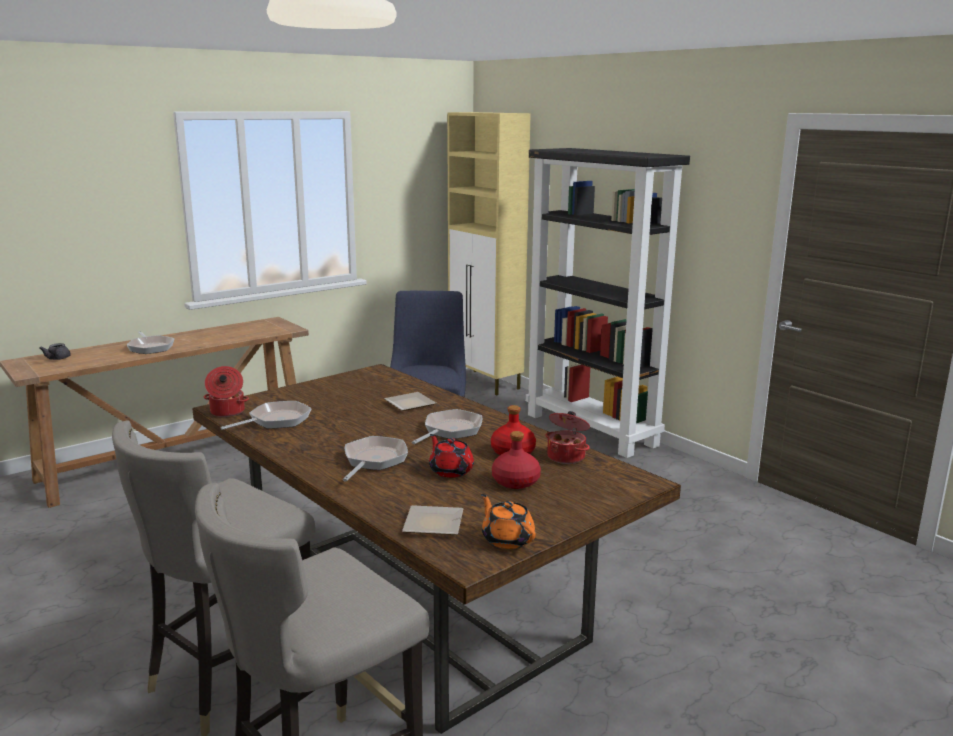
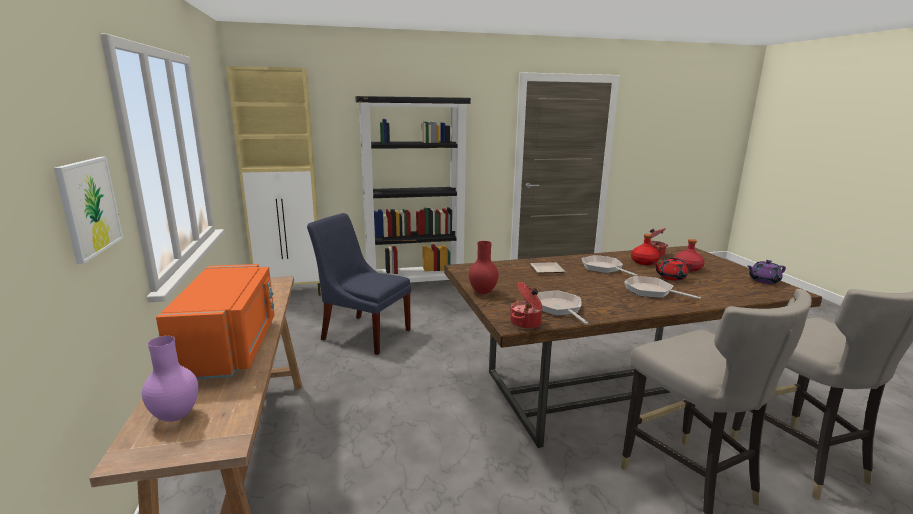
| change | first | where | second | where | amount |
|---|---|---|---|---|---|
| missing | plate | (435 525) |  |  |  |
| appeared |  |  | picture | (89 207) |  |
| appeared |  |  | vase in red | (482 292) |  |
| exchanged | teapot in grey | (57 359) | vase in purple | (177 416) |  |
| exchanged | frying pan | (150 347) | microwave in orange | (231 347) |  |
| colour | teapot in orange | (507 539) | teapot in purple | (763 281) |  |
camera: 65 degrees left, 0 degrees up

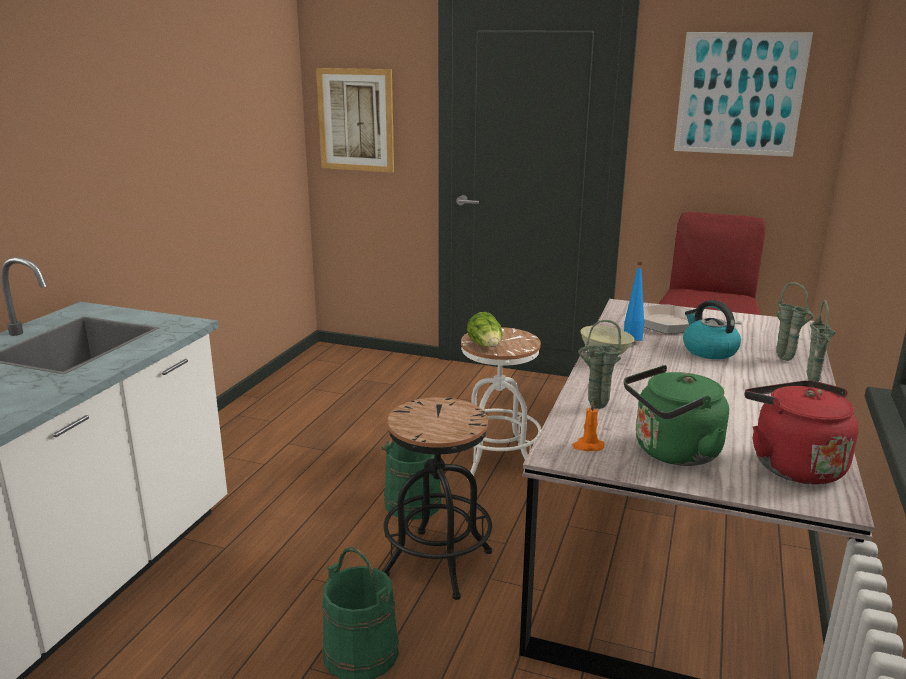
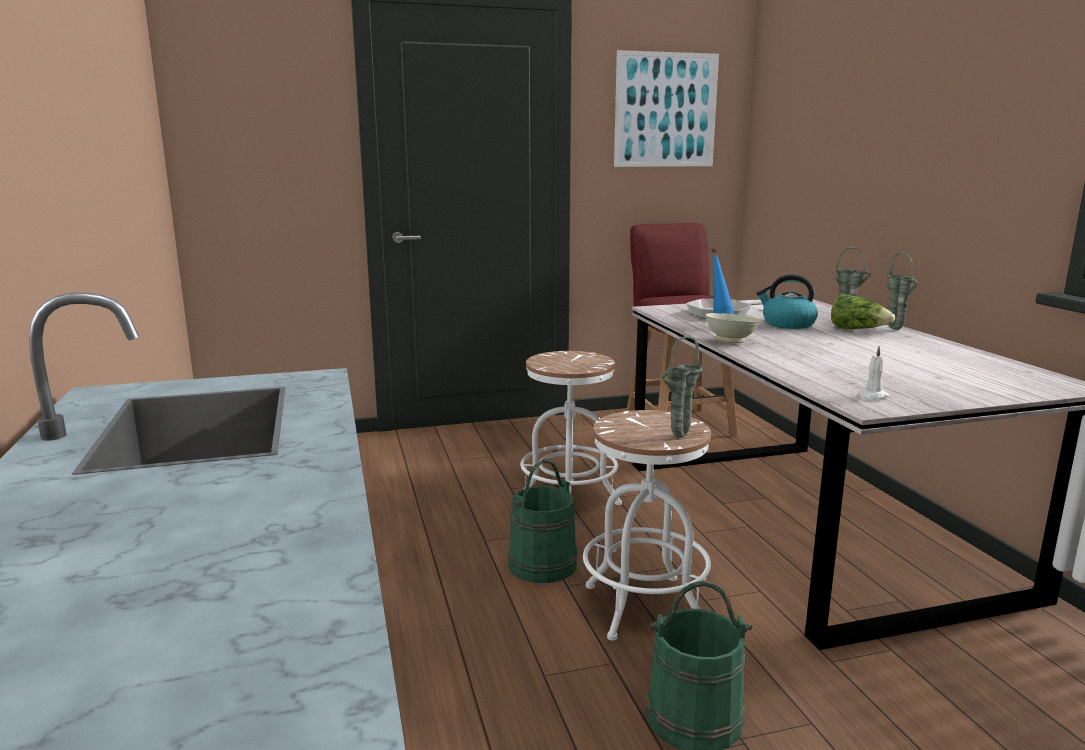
| change | first | where | second | where | amount |
|---|---|---|---|---|---|
| missing | picture | (356 120) |  |  |  |
| missing | kettle in green | (672 452) |  |  |  |
| missing | kettle in red | (792 465) |  |  |  |
| relocated | lettuce | (486 346) |  | (858 330) |  |
| relocated | vase in green | (595 408) |  | (678 437) |  |
| colour | stool in black | (437 563) | stool in white | (644 607) |  |
| colour | candle in orange | (587 446) | candle in white | (872 396) |  |
camera: 35 degrees left, 5 degrees down

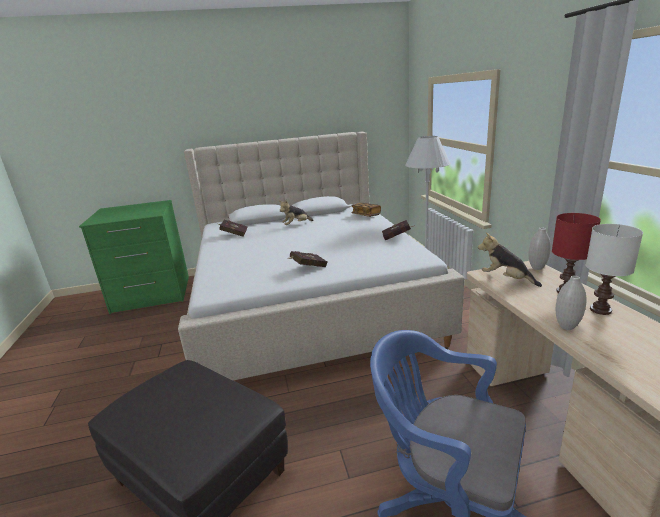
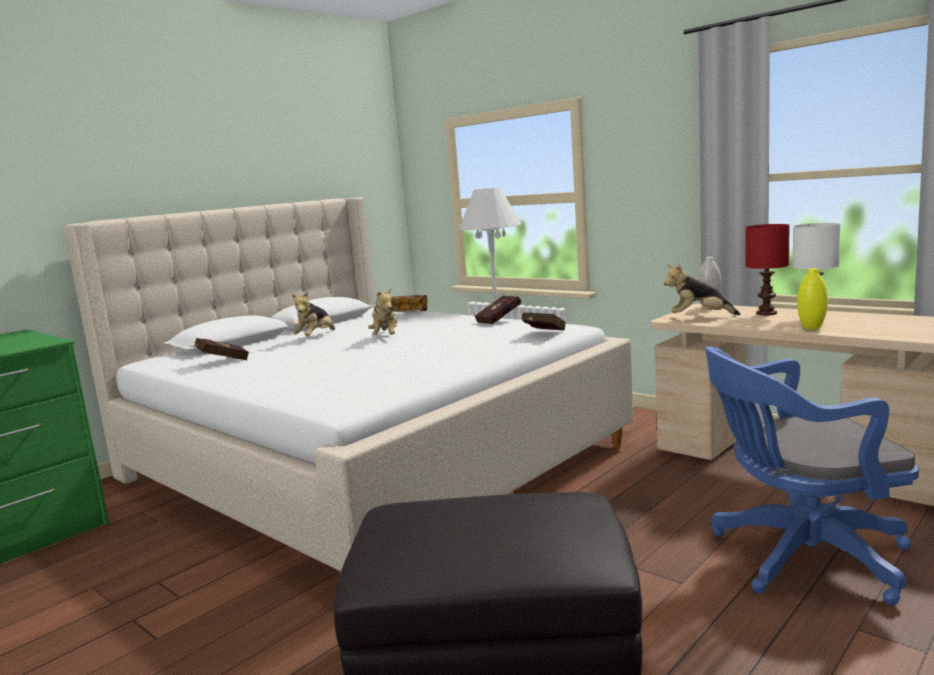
| change | first | where | second | where | amount |
|---|---|---|---|---|---|
| appeared |  |  | plush toy | (386 337) |  |
| relocated | book in red | (307 268) |  | (543 335) |  |
| colour | vase in white | (566 326) | vase in yellow | (811 328) |  |
camera: 35 degrees left, 10 degrees down

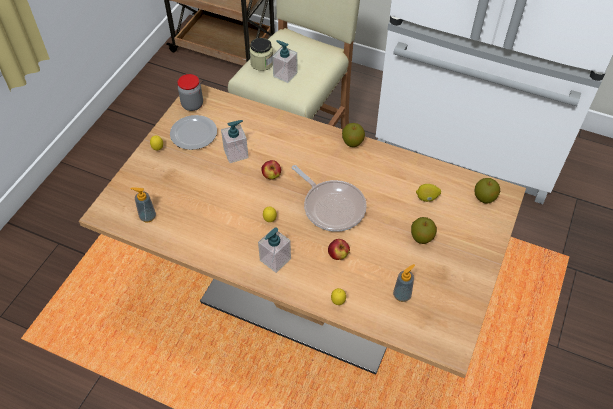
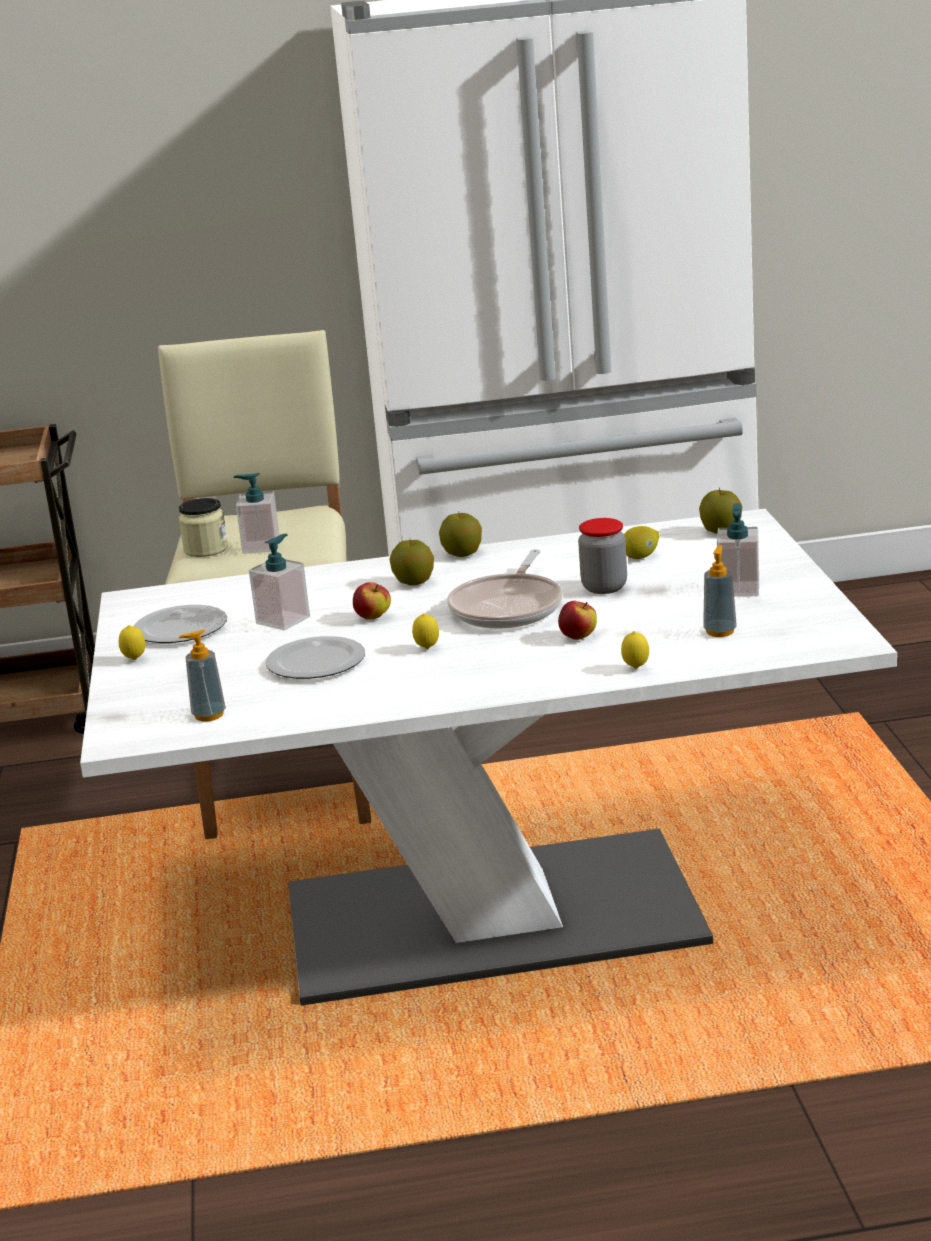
| change | first | where | second | where | amount |
|---|---|---|---|---|---|
| appeared |  |  | plate | (315 662) |  |
| relocated | jar | (192 105) |  | (604 587) |  |
| relocated | soap dispenser | (275 260) |  | (739 589) |  |
| relocated | apple | (421 237) |  | (414 583) |  |
| colour | dining table in brown | (306 296) | dining table in white | (492 917) |  |
| spun | frying pan | (332 206) |  | (509 607) | 90 degrees clockwise |
camera: 30 degrees left, 30 degrees down

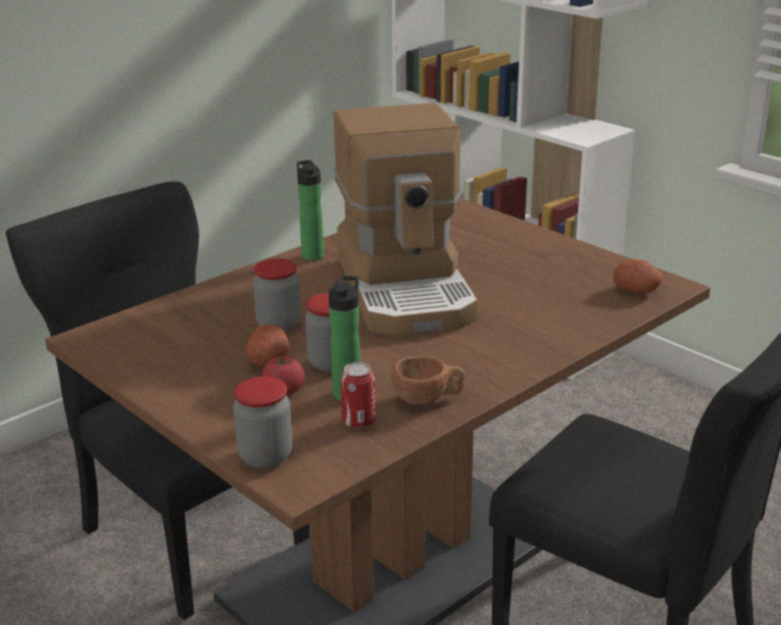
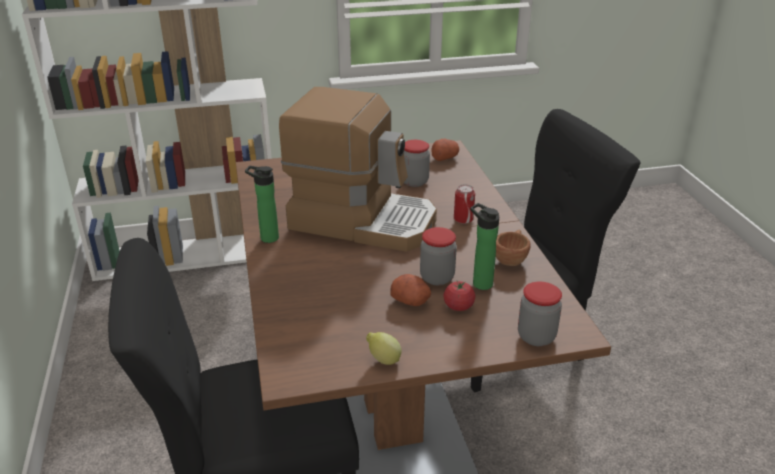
| change | first | where | second | where | amount |
|---|---|---|---|---|---|
| appeared |  |  | lemon | (383 360) |  |
| relocated | jar | (279 325) |  | (414 182) |  |
| relocated | can | (359 421) |  | (463 220) |  |
camera: 60 degrees left, 5 degrees up

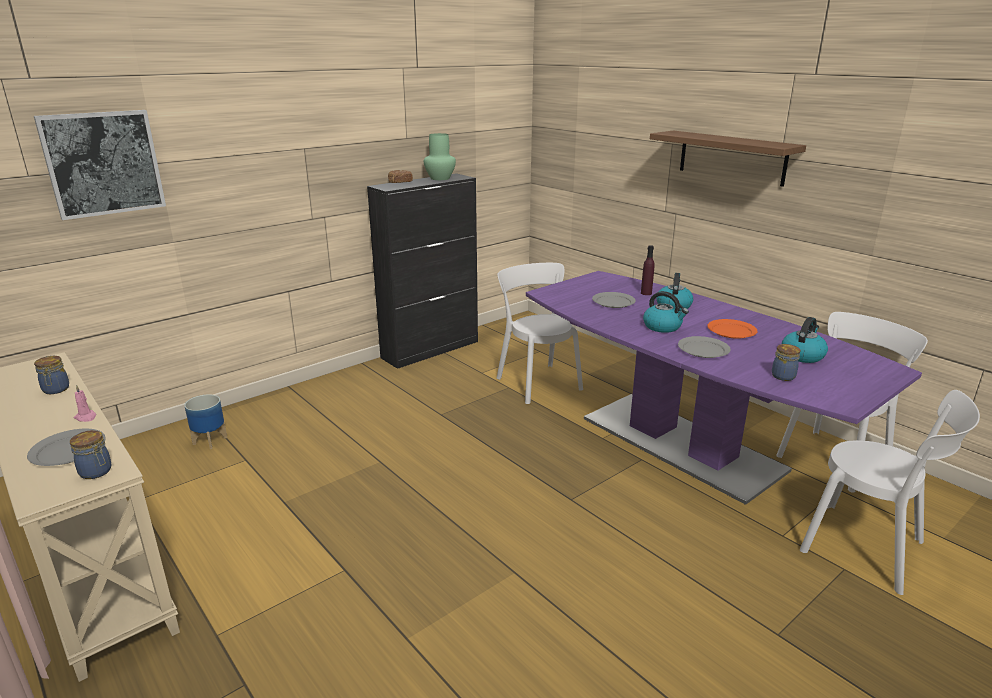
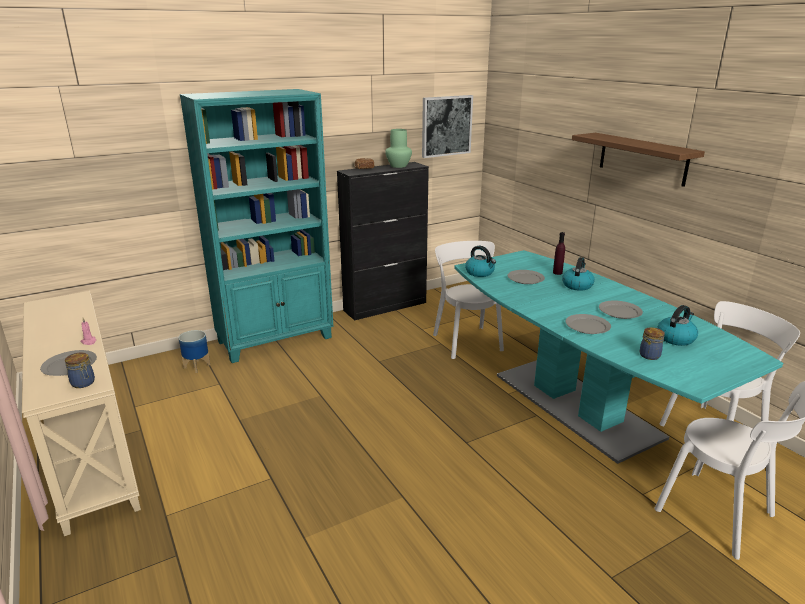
| change | first | where | second | where | amount |
|---|---|---|---|---|---|
| missing | jar | (56 390) |  |  |  |
| appeared |  |  | bookcase in turquoise | (276 340) |  |
| relocated | picture | (103 163) |  | (446 126) |  |
| relocated | kettle | (663 327) |  | (480 273) |  |
| colour | dining table in purple | (681 444) | dining table in turquoise | (576 405) |  |
| colour | plate in orange | (731 331) | plate in grey | (619 312) |  |
camera: 10 degrees right, 0 degrees up

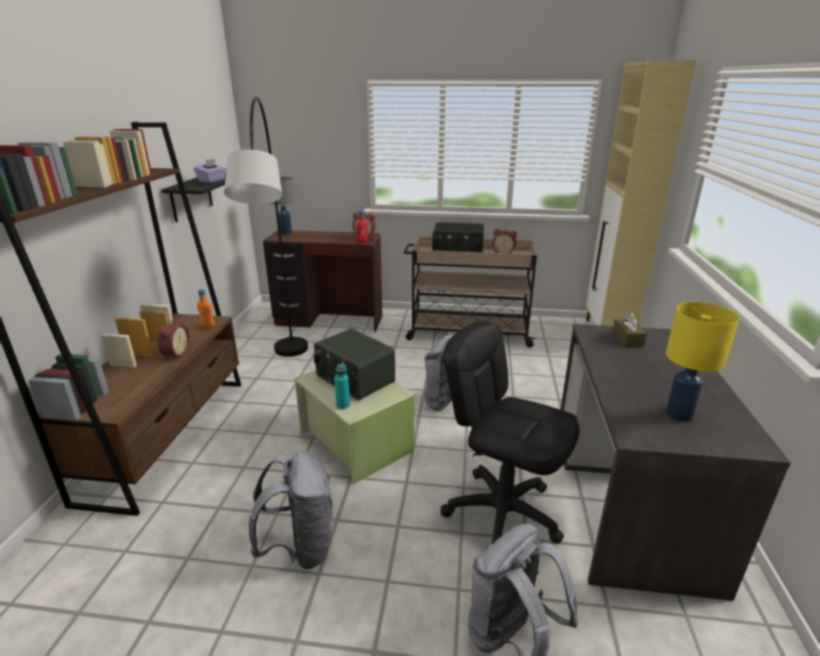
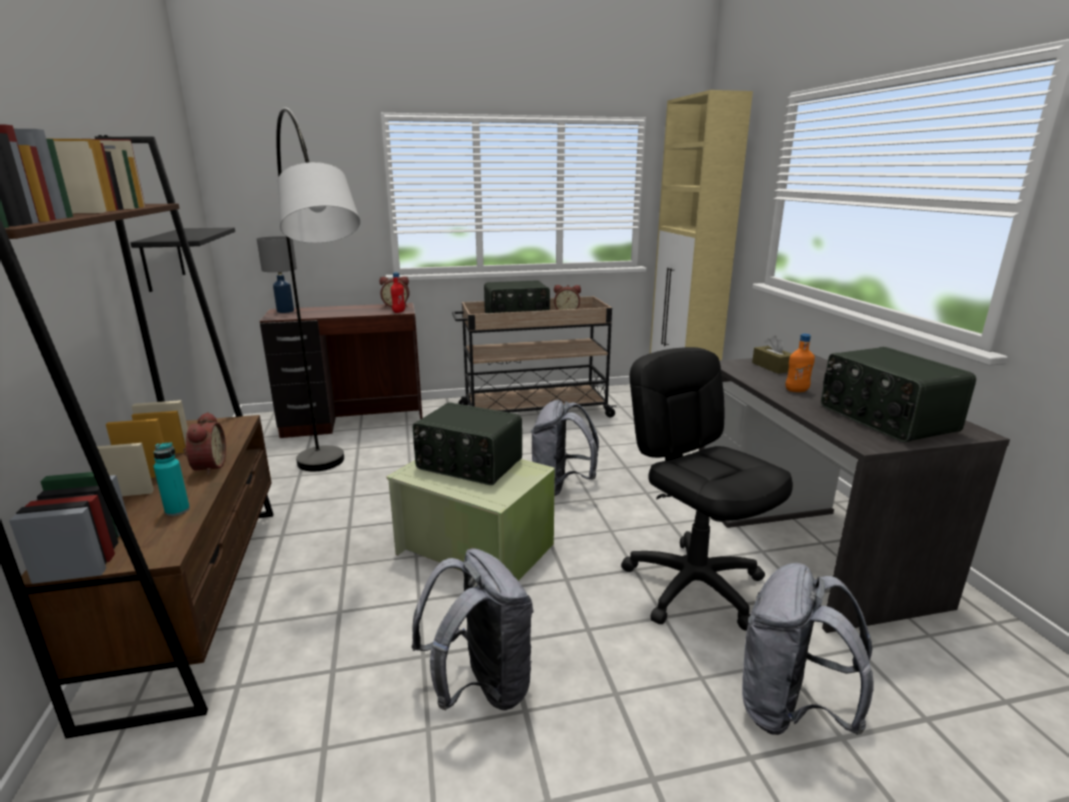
| change | first | where | second | where | amount |
|---|---|---|---|---|---|
| missing | tissue box in purple | (212 181) |  |  |  |
| relocated | bottle in orange | (208 326) |  | (796 390) |  |
| relocated | bottle in turquoise | (343 405) |  | (177 510) |  |
| exchanged | table lamp in yellow | (680 414) | radio | (885 419) |  |
| spun | office chair in black | (502 513) |  | (694 586) | 45 degrees clockwise |
camera: 20 degrees left, 5 degrees down

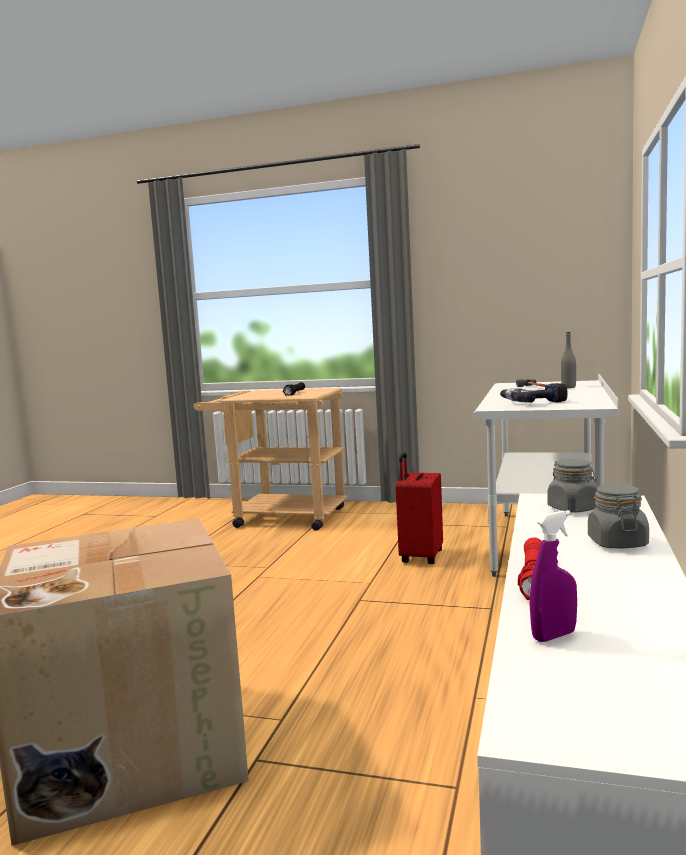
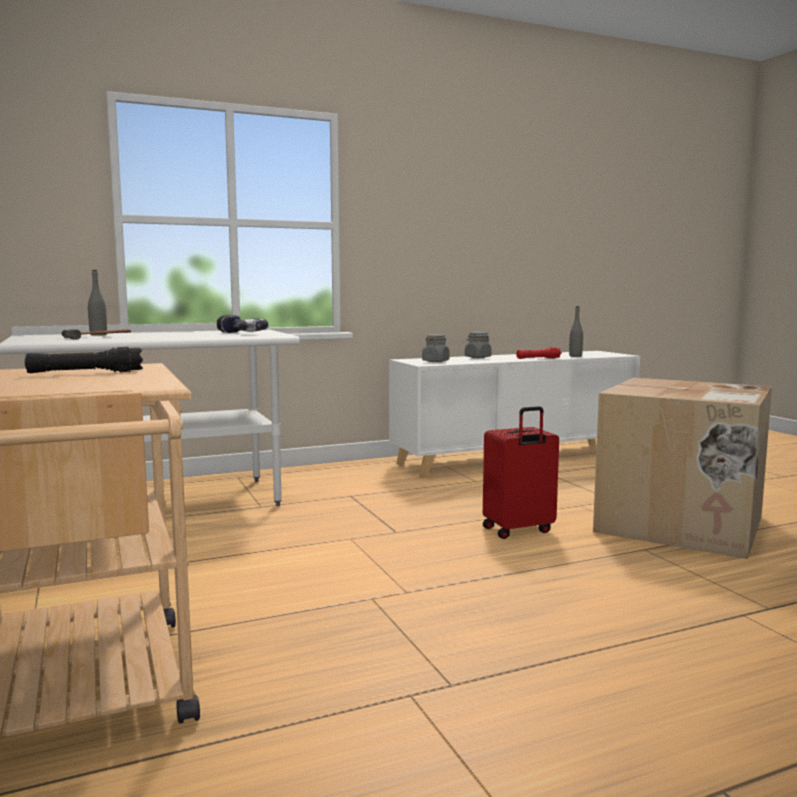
| change | first | where | second | where | amount |
|---|---|---|---|---|---|
| relocated | suitcase in red | (420 557) |  | (518 530) |  |
| exchanged | spray bottle in purple | (554 636) | bottle in grey | (575 356) |  |
camera: 130 degrees left, 0 degrees up

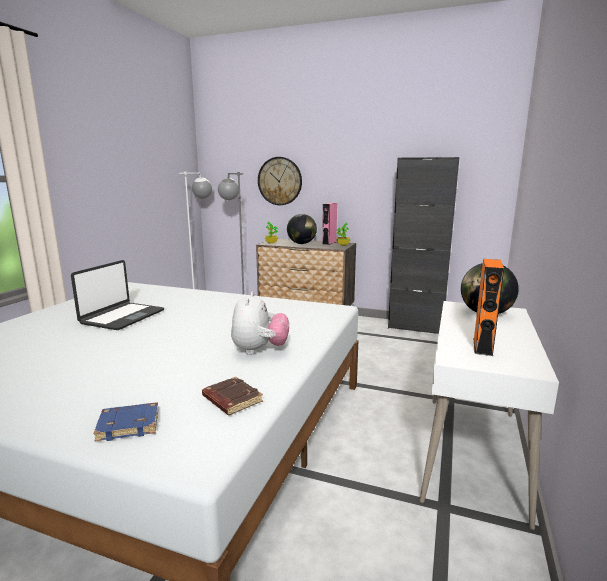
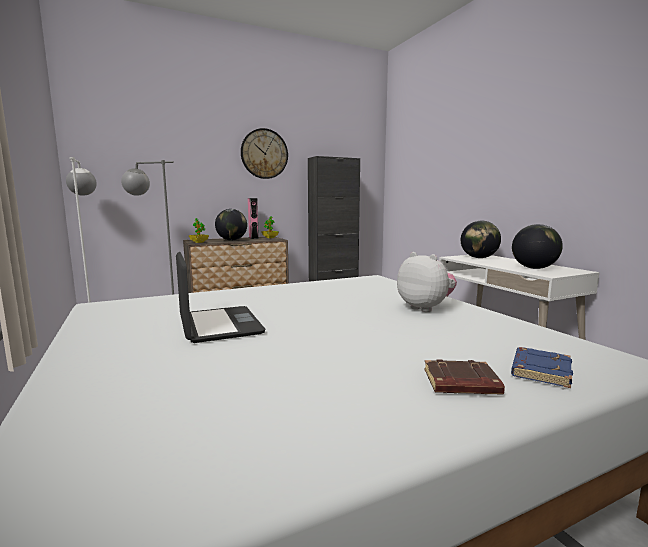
| change | first | where | second | where | amount |
|---|---|---|---|---|---|
| relocated | book in brown | (231 400) |  | (460 384) |  |
| relocated | wall clock | (280 181) |  | (264 154) |  |
| exchanged | speaker in orange | (482 346) | globe | (534 268) |  |
camera: 45 degrees left, 5 degrees down

